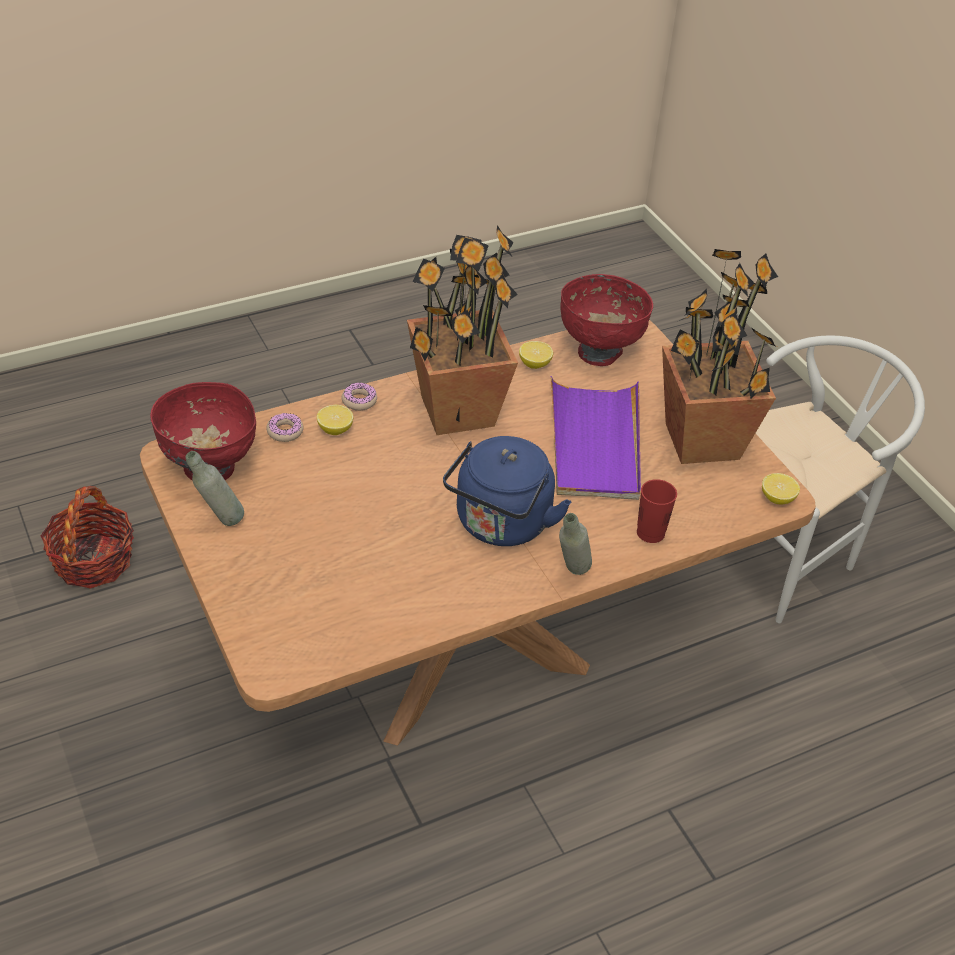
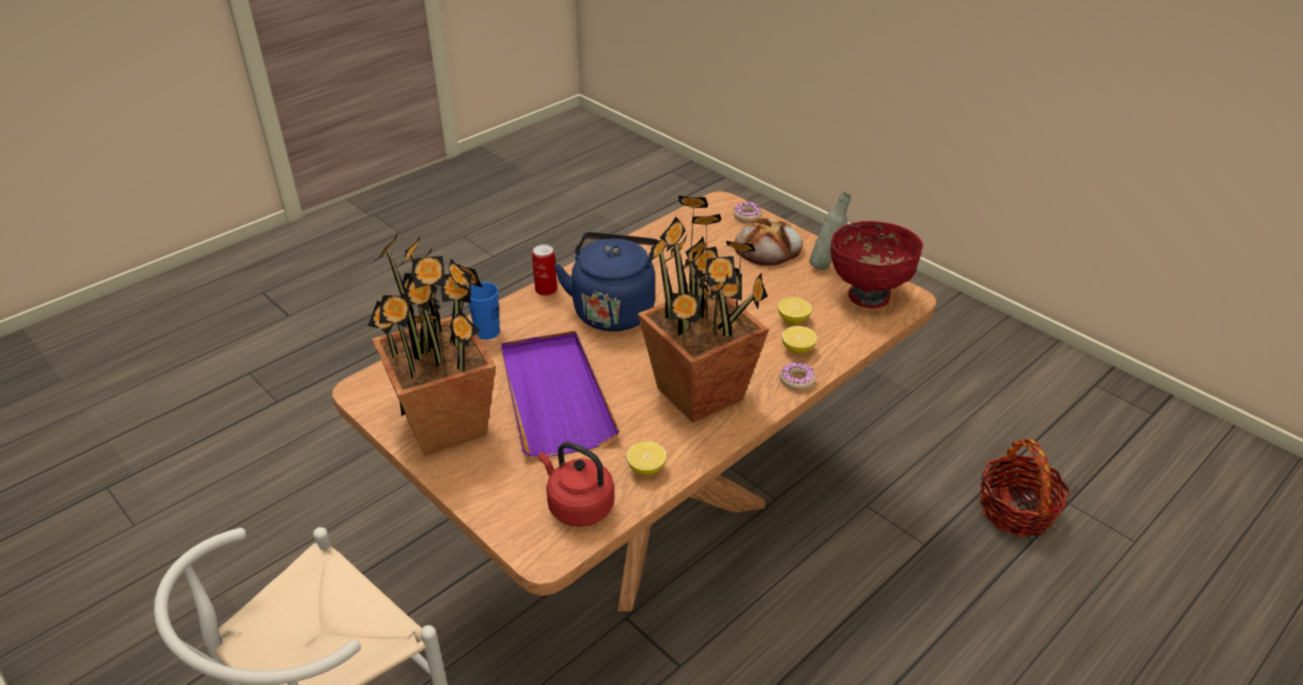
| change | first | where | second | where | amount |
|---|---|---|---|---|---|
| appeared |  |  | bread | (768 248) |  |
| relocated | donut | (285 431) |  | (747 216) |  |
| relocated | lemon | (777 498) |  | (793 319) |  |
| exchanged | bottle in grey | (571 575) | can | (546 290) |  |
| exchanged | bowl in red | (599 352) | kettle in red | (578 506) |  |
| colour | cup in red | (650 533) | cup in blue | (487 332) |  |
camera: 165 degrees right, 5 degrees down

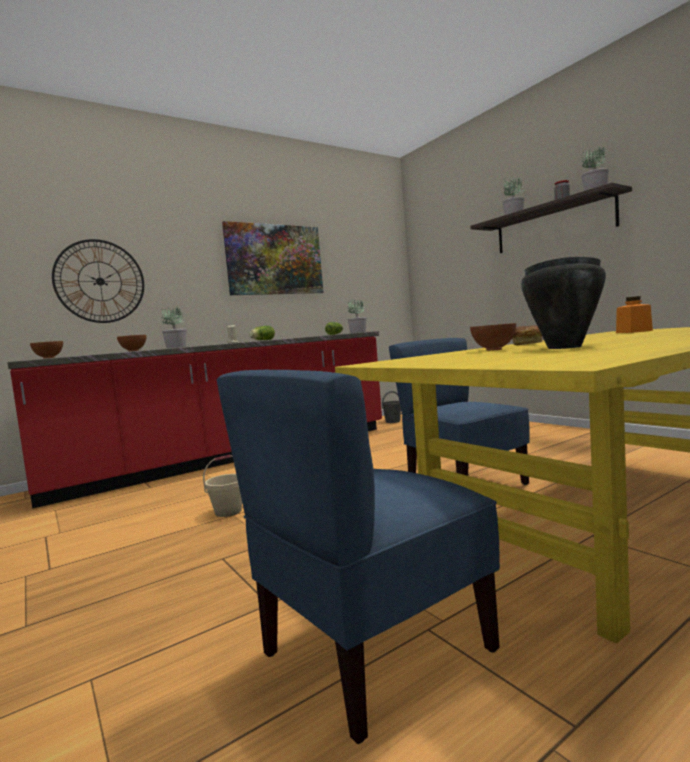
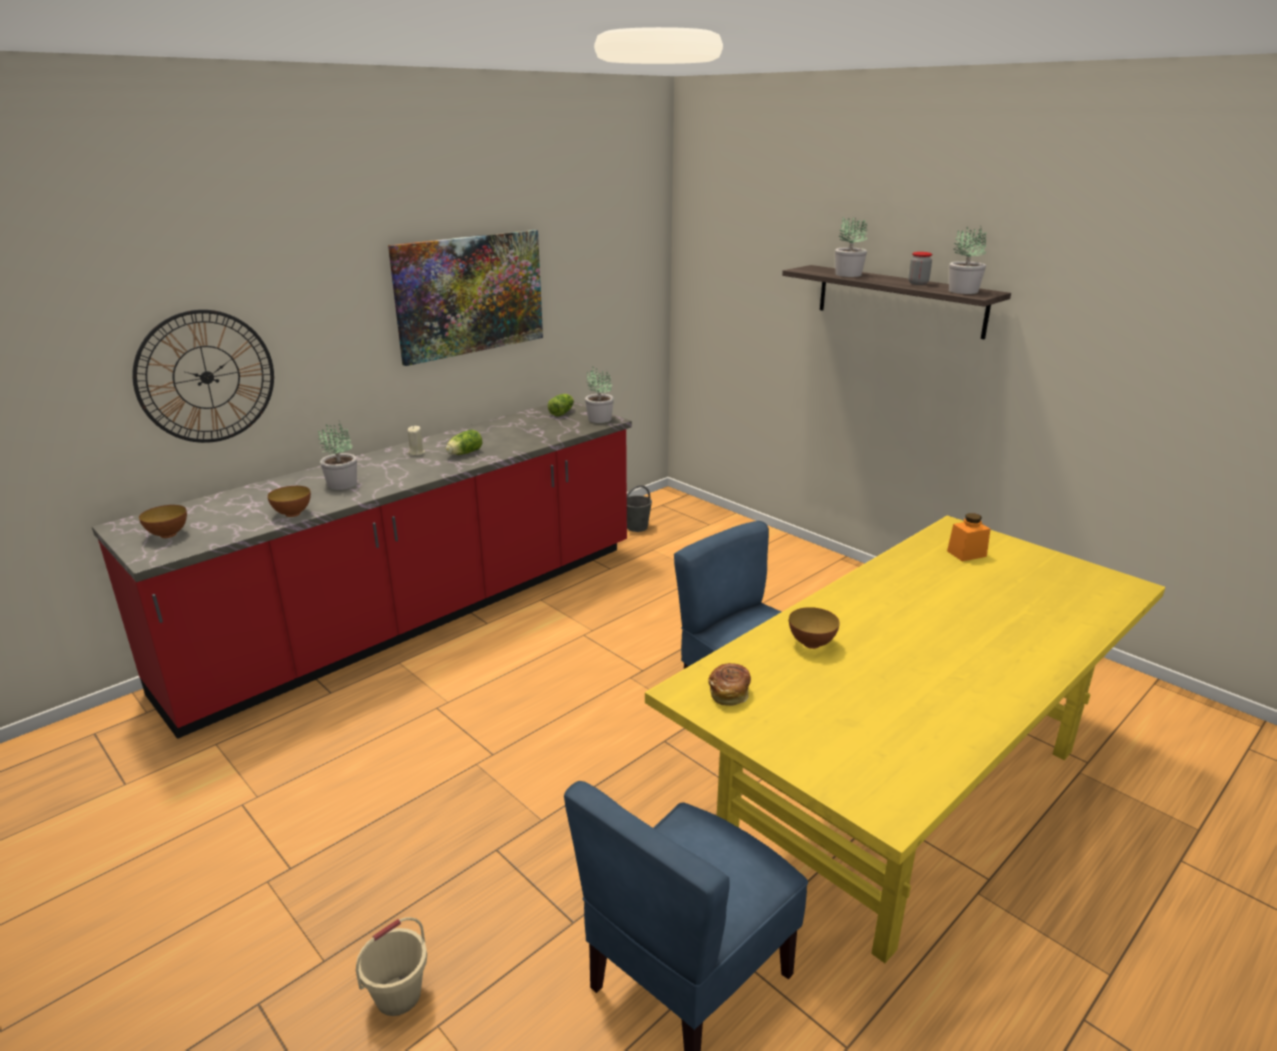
| change | first | where | second | where | amount |
|---|---|---|---|---|---|
| missing | cooking pot in black | (563 347) |  |  |  |
| relocated | bucket in beige | (228 512) |  | (398 996) |  |
| relocated | bread | (528 344) |  | (729 693) |  |
camera: 10 degrees left, 20 degrees up

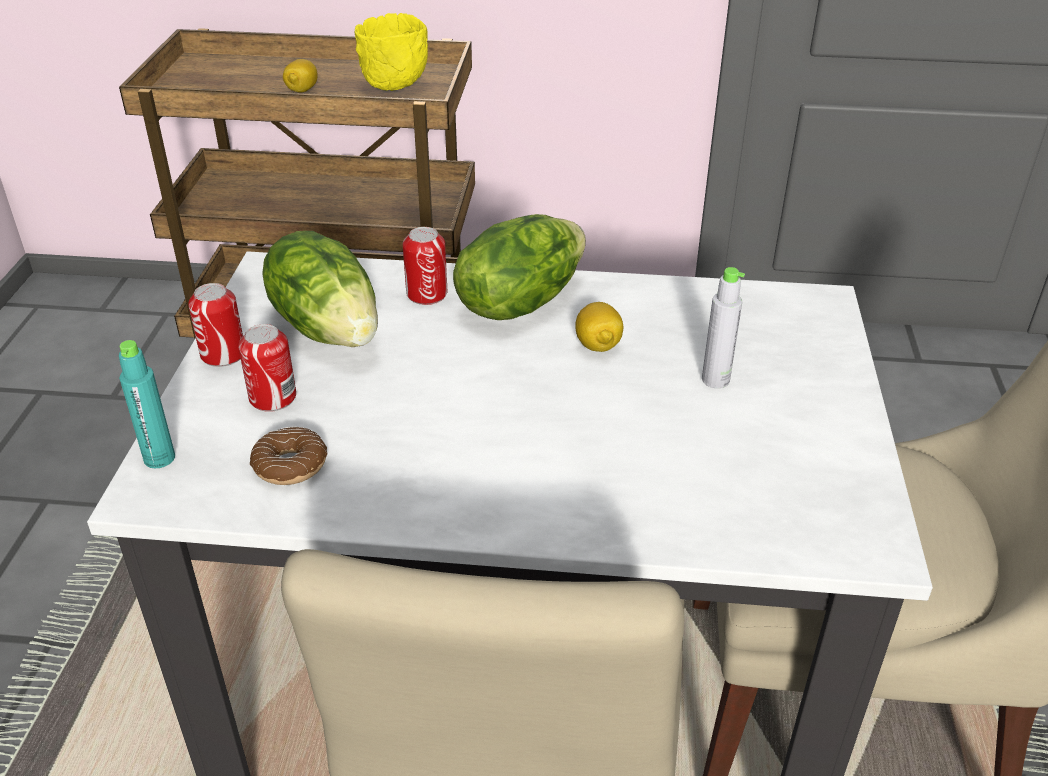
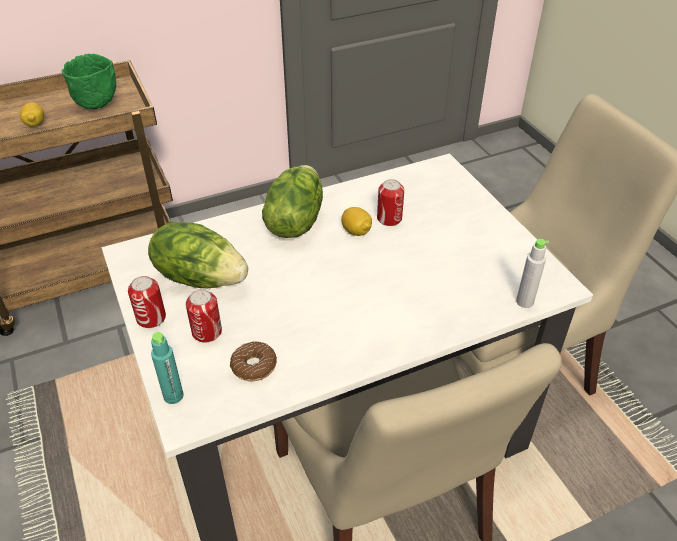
| change | first | where | second | where | amount |
|---|---|---|---|---|---|
| relocated | can | (427 294) |  | (389 218) |  |
| relocated | bottle in grey | (715 380) |  | (524 302) |  |
| colour | bowl in yellow | (396 86) | bowl in green | (98 103) |  |
camera: 30 degrees left, 5 degrees up

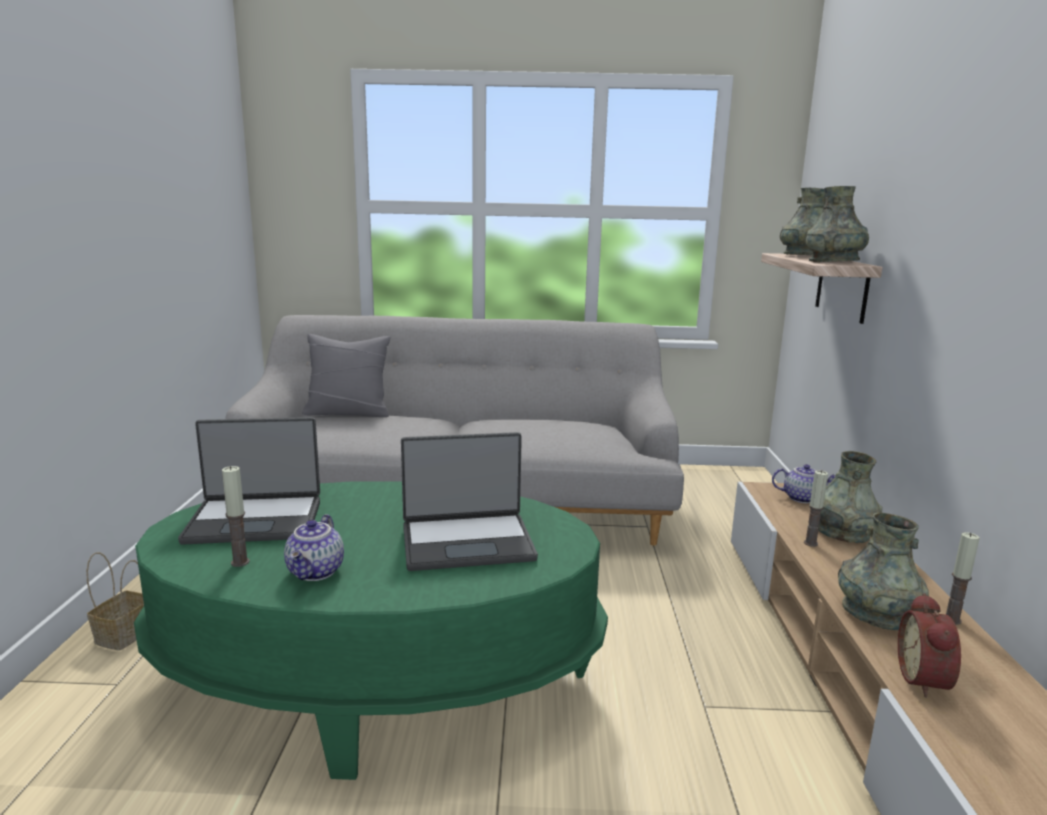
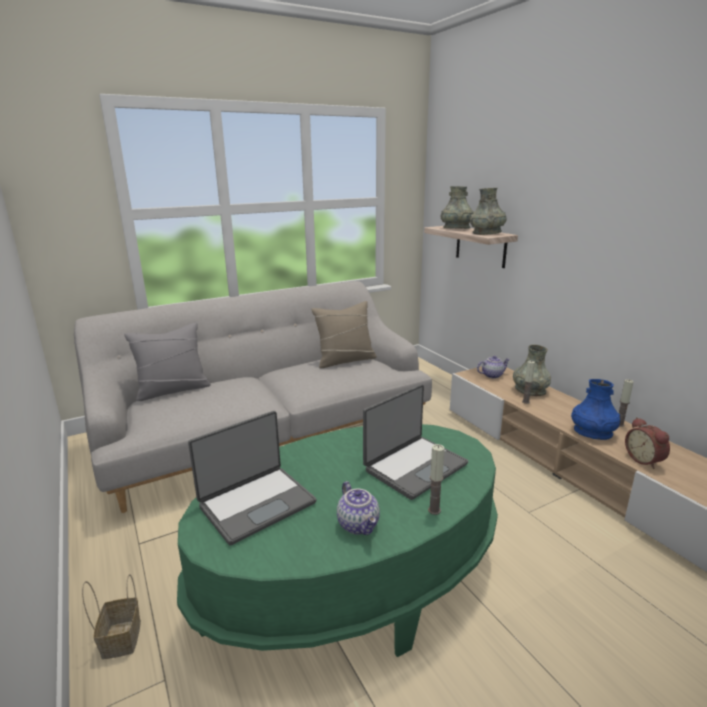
| change | first | where | second | where | amount |
|---|---|---|---|---|---|
| appeared |  |  | pillow in beige | (345 360) |  |
| relocated | candle | (240 562) |  | (434 510) |  |
| colour | vase in grey | (877 614) | vase in blue | (593 432) |  |
camera: 30 degrees left, 5 degrees up

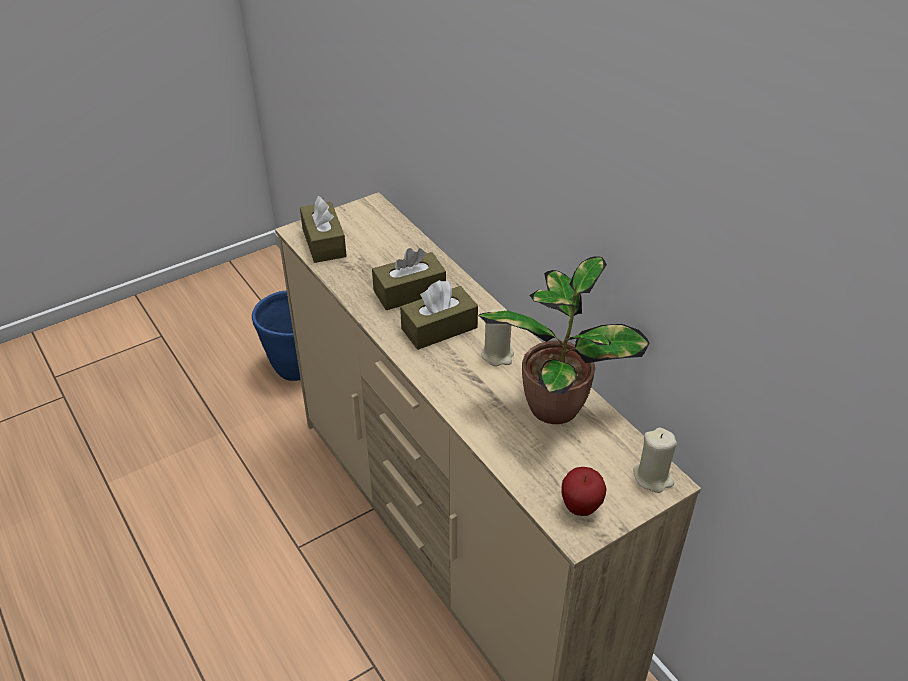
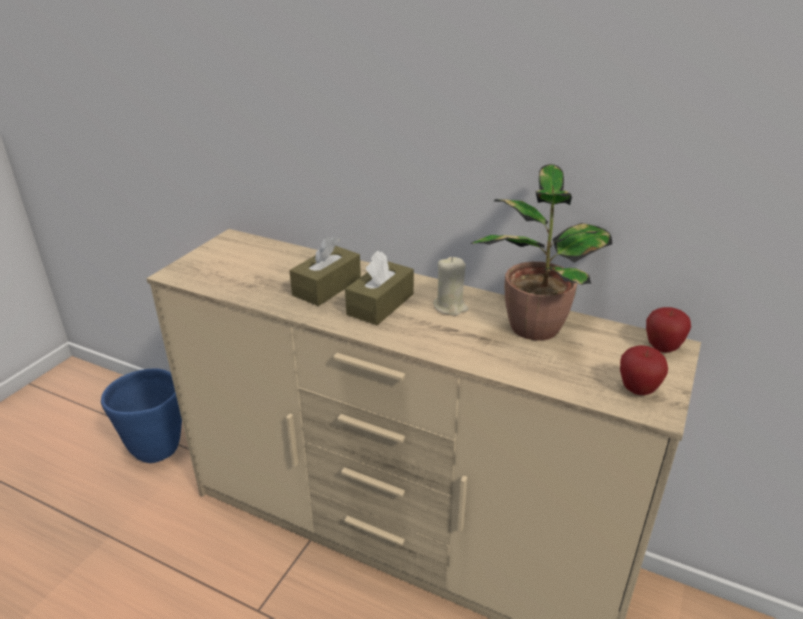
| change | first | where | second | where | amount |
|---|---|---|---|---|---|
| missing | tissue box in brown | (324 242) |  |  |  |
| exchanged | candle in beige | (653 477) | apple | (662 348) |  |
camera: 30 degrees left, 10 degrees down

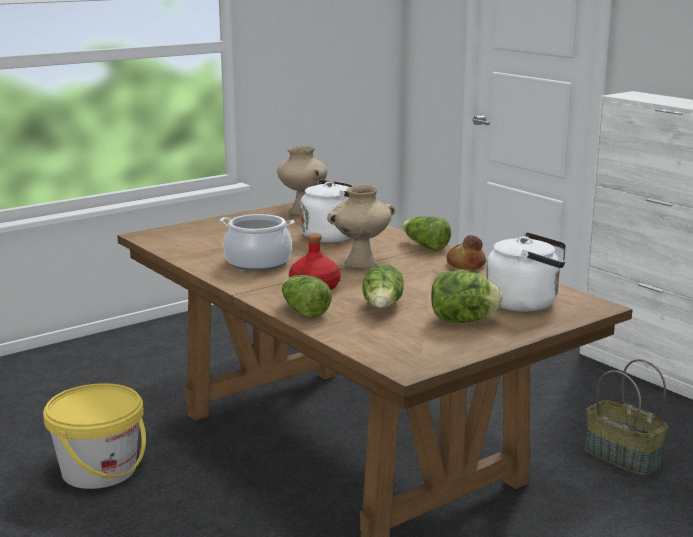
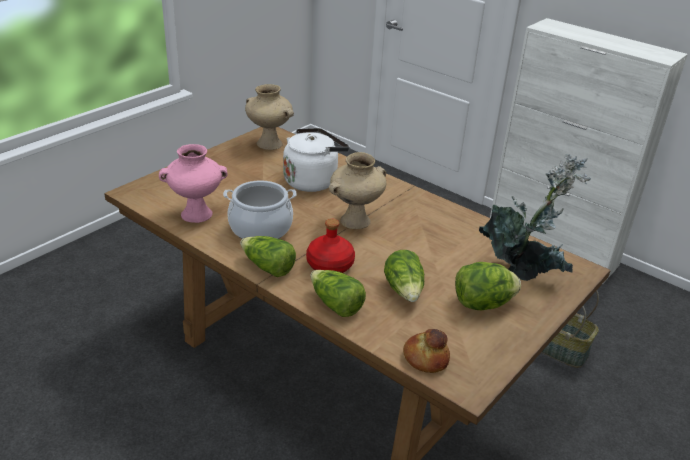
| change | first | where | second | where | amount |
|---|---|---|---|---|---|
| missing | bucket in yellow | (99 470) |  |  |  |
| appeared |  |  | vase in pink | (197 214) |  |
| relocated | lettuce | (425 246) |  | (268 267) |  |
| relocated | bread | (465 264) |  | (425 358) |  |
| exchanged | kettle in white | (526 303) | potted plant | (523 271) |  |
camera: 15 degrees left, 15 degrees up

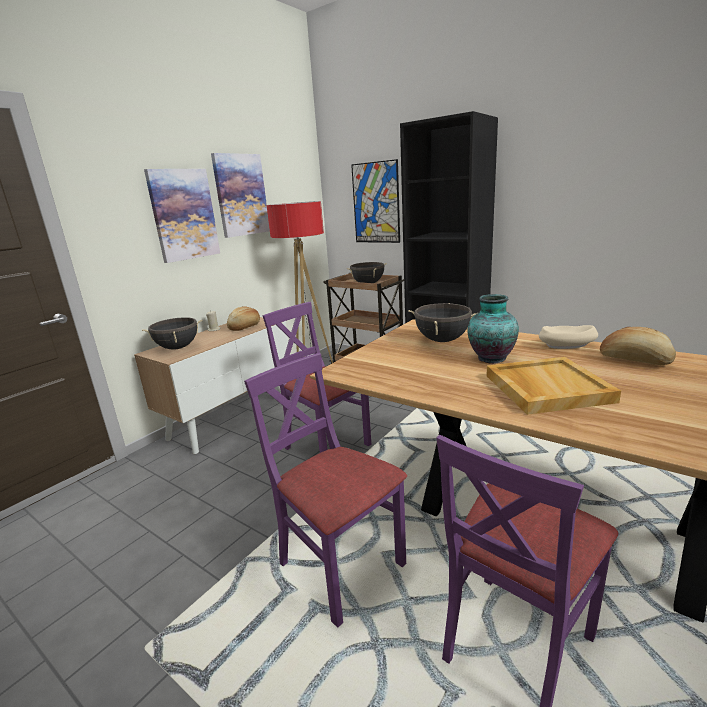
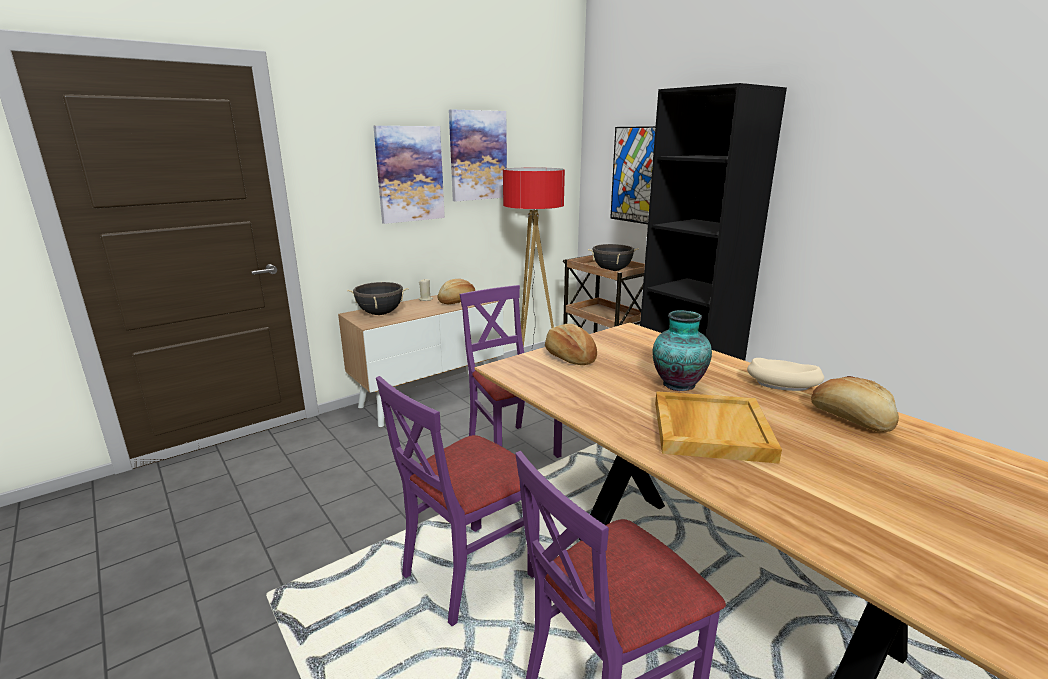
| change | first | where | second | where | amount |
|---|---|---|---|---|---|
| missing | cooking pot in black | (442 340) |  |  |  |
| appeared |  |  | bread | (569 357) |  |
| spun | chair in purple | (340 566) |  | (468 573) | 105 degrees counterclockwise |
camera: 15 degrees right, 0 degrees up

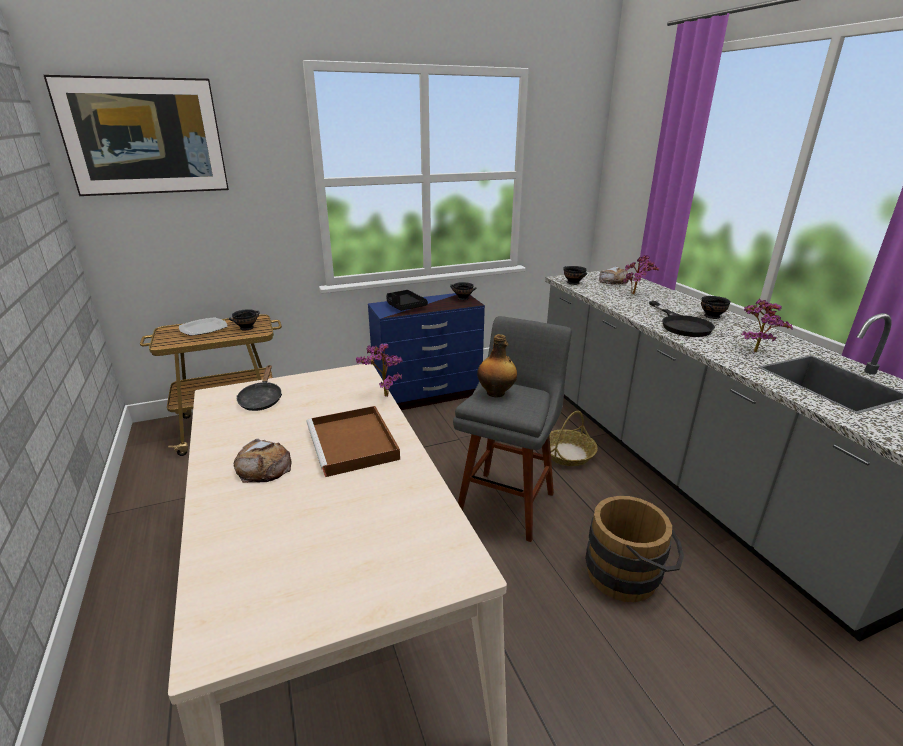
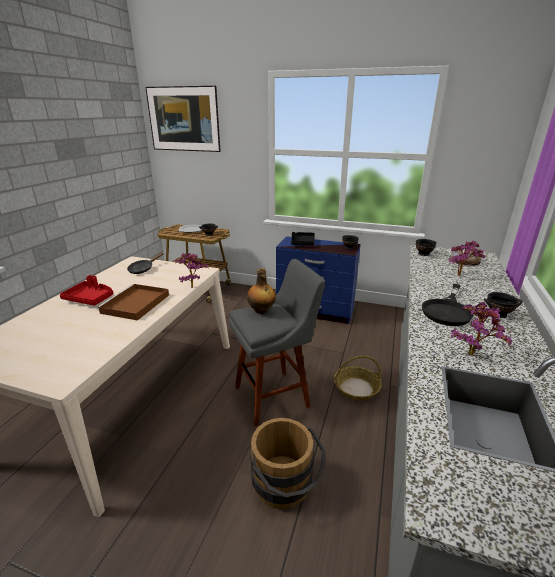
| change | first | where | second | where | amount |
|---|---|---|---|---|---|
| exchanged | bread | (264 467) | tray in red | (90 298) |  |
camera: 40 degrees right, 0 degrees up

